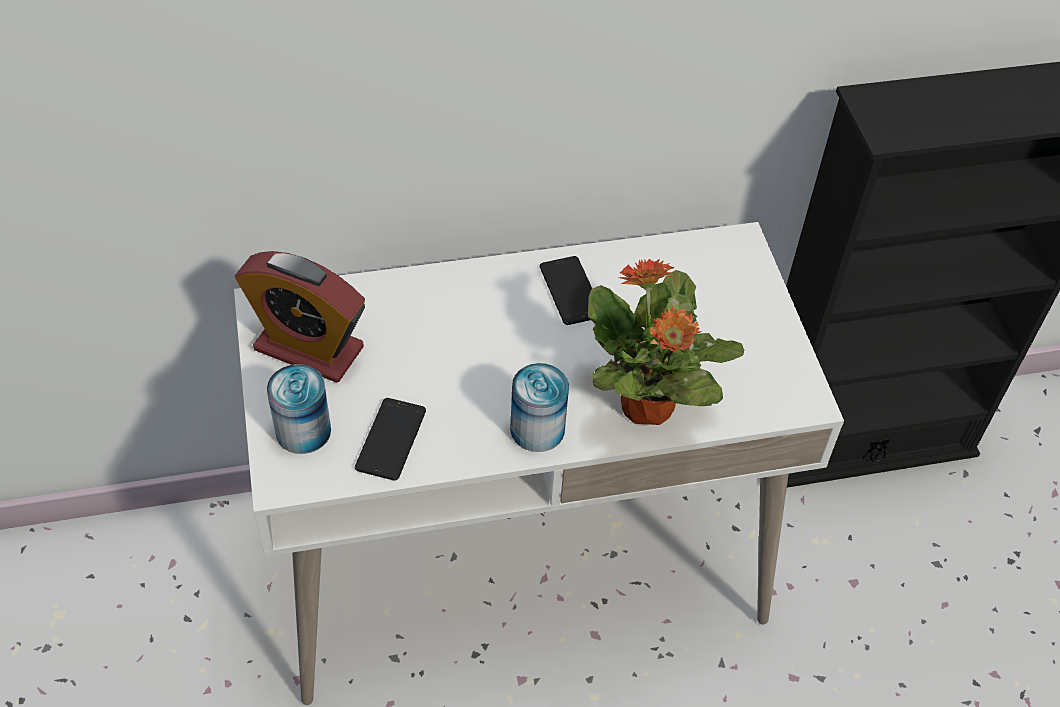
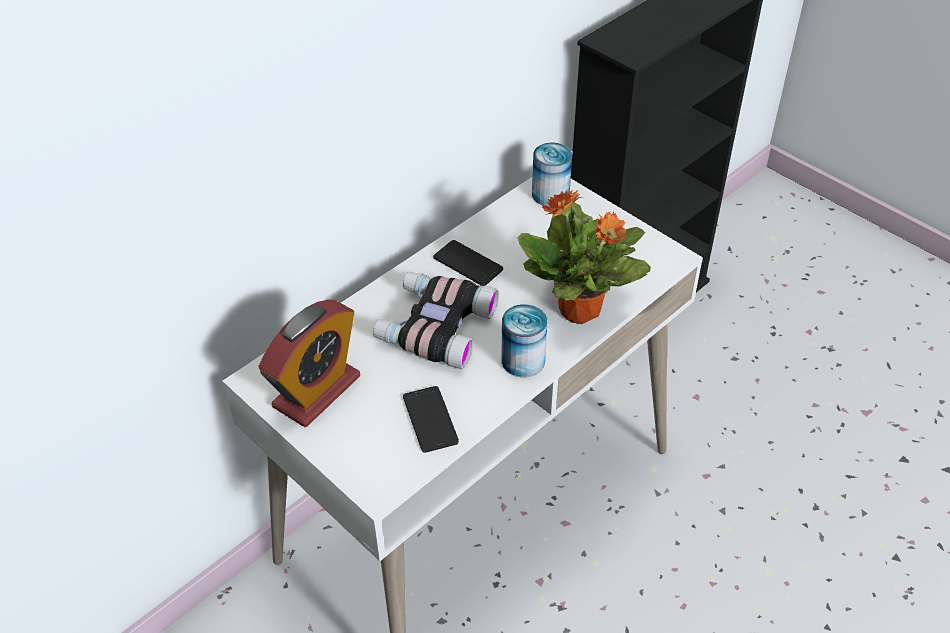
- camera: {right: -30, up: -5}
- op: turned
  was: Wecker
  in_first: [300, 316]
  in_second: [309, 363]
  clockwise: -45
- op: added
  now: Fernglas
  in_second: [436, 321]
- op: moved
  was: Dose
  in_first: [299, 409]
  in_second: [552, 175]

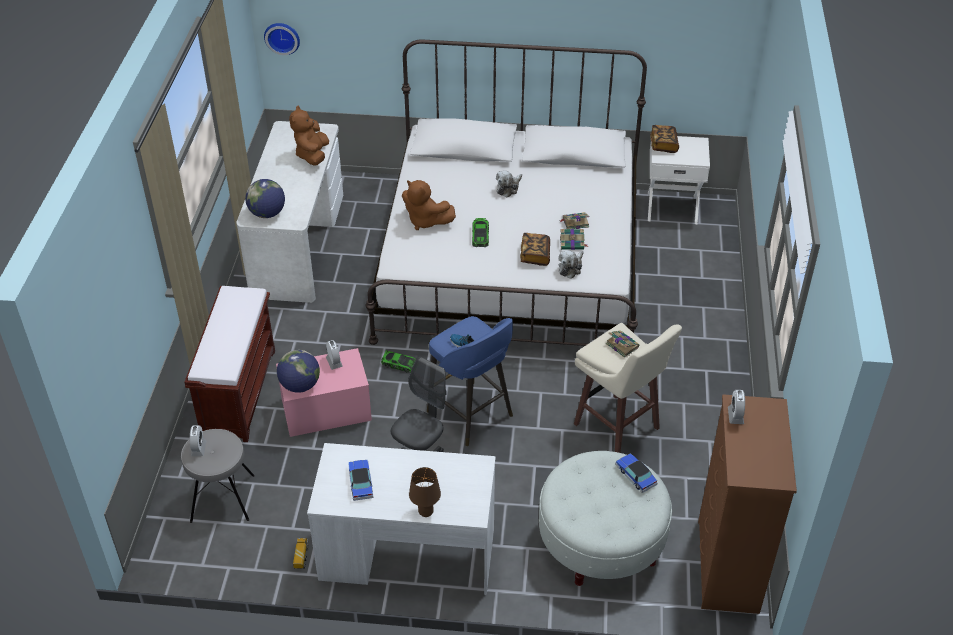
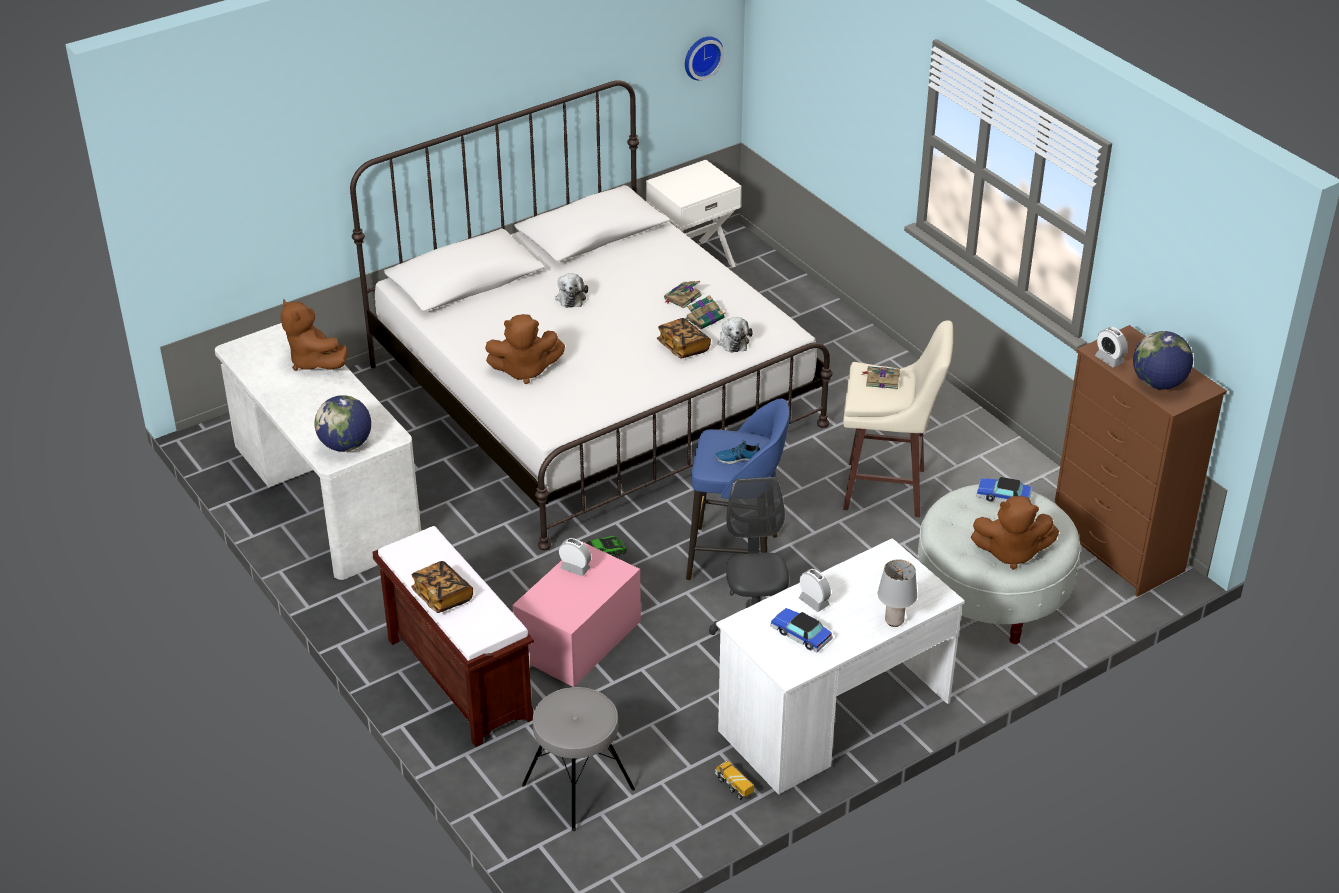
- camera: {right: -40, up: -5}
- op: moved
  was: Buch
  in_first: [664, 139]
  in_second: [442, 587]
- op: moved
  was: Wanduhr
  in_first: [282, 39]
  in_second: [704, 58]
- op: moved
  was: Wecker
  in_first: [198, 440]
  in_second: [815, 590]
- op: recoloured
  was: Tischlampe [braun]
  now: Tischlampe [grau]
  in_first: [425, 492]
  in_second: [897, 593]
- op: added
  now: Plüschtier [braun]
  in_second: [1015, 533]
- op: moved
  was: Globus
  in_first: [298, 371]
  in_second: [1163, 360]
- op: removed
  was: Spielzeugauto
  in_first: [480, 232]

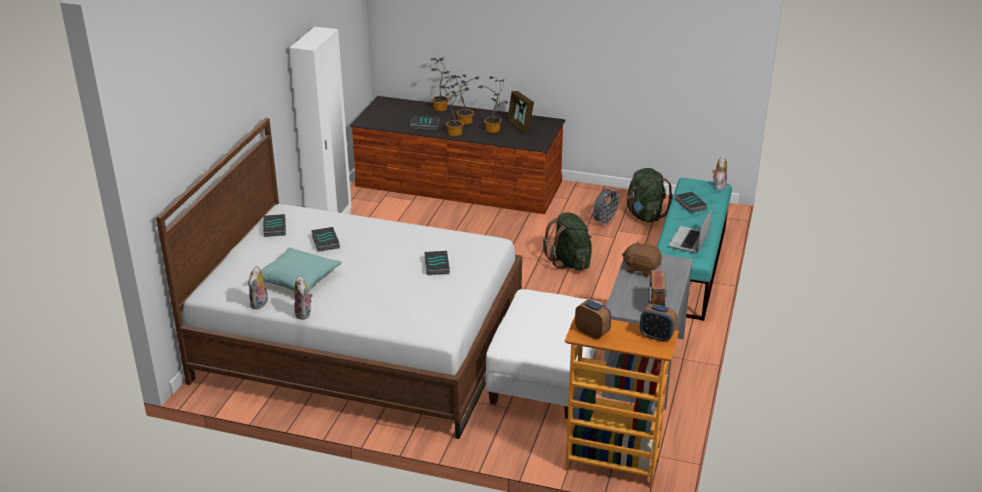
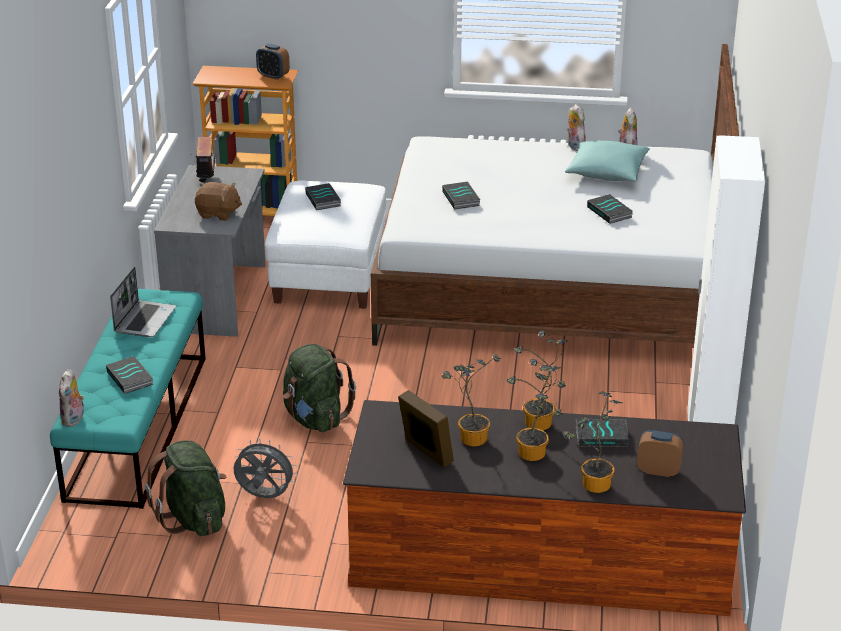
- camera: {right: 170, up: 0}
- op: turned
  was: Ventilator [grau]
  in_first: [607, 207]
  in_second: [265, 468]
  clockwise: 75
- op: moved
  was: Buch
  in_first: [274, 225]
  in_second: [323, 196]
- op: moved
  was: Wecker
  in_first: [658, 323]
  in_second: [660, 453]

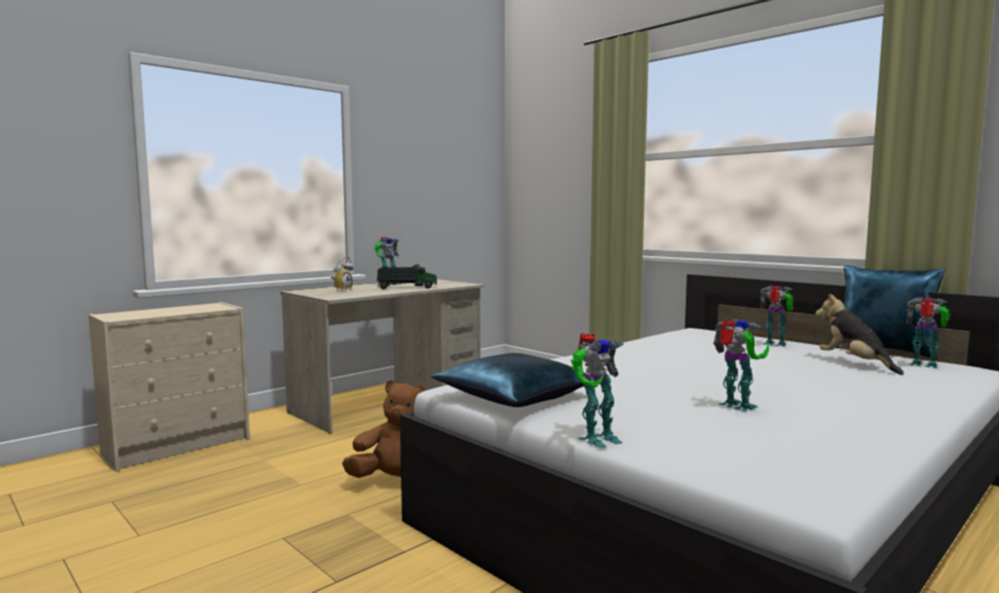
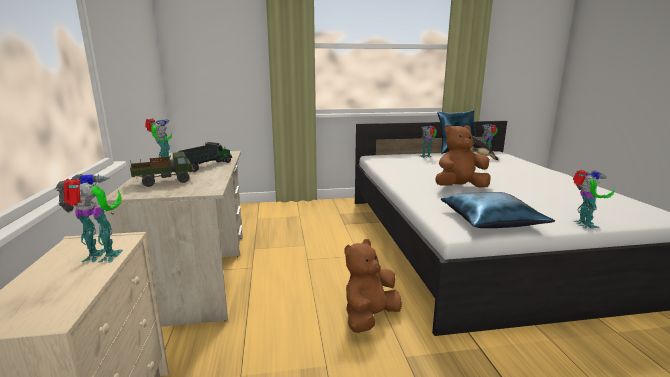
- camera: {right: -55, up: 10}
- op: moved
  was: Spielzeugroboter
  in_first: [741, 365]
  in_second: [89, 218]
- op: replaced
  was: Wecker
  now: Spielzeuglaster
  in_first: [342, 273]
  in_second: [162, 169]
- op: added
  now: Plüschtier [braun]
  in_second: [463, 156]

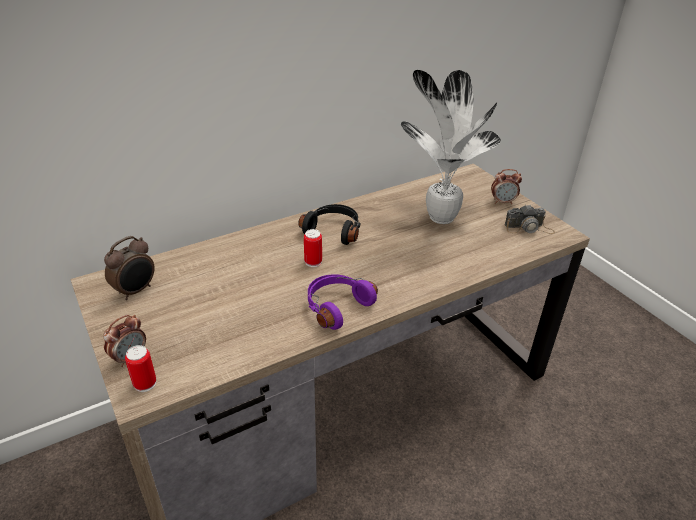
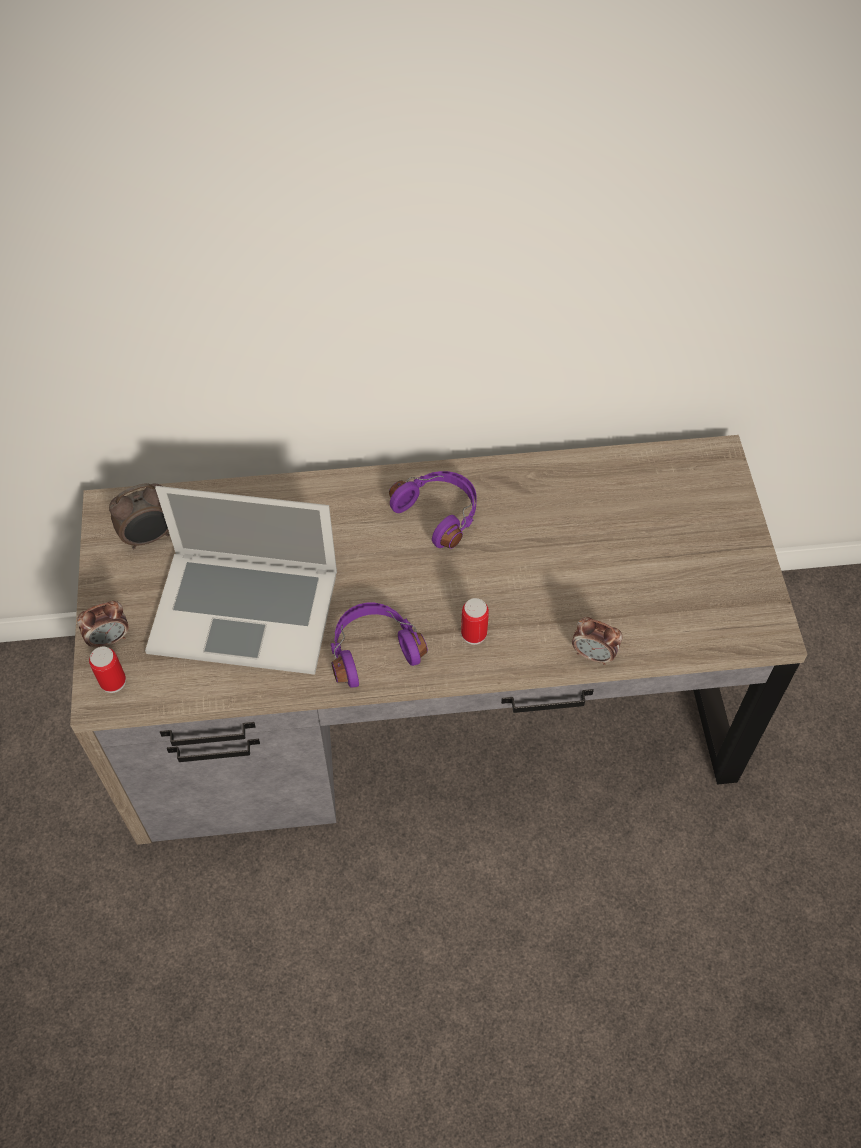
- camera: {right: 25, up: 20}
- op: added
  now: Laptop
  in_second: [241, 580]
- op: recoloured
  was: Kopfhörer [schwarz]
  now: Kopfhörer [lila]
  in_first: [329, 224]
  in_second: [433, 510]
- op: moved
  was: Dose
  in_first: [313, 248]
  in_second: [475, 621]
- op: moved
  was: Wecker
  in_first: [506, 186]
  in_second: [597, 641]
- op: removed
  was: Topfpflanze
  in_first: [451, 147]
- op: removed
  was: Kamera
  in_first: [530, 219]

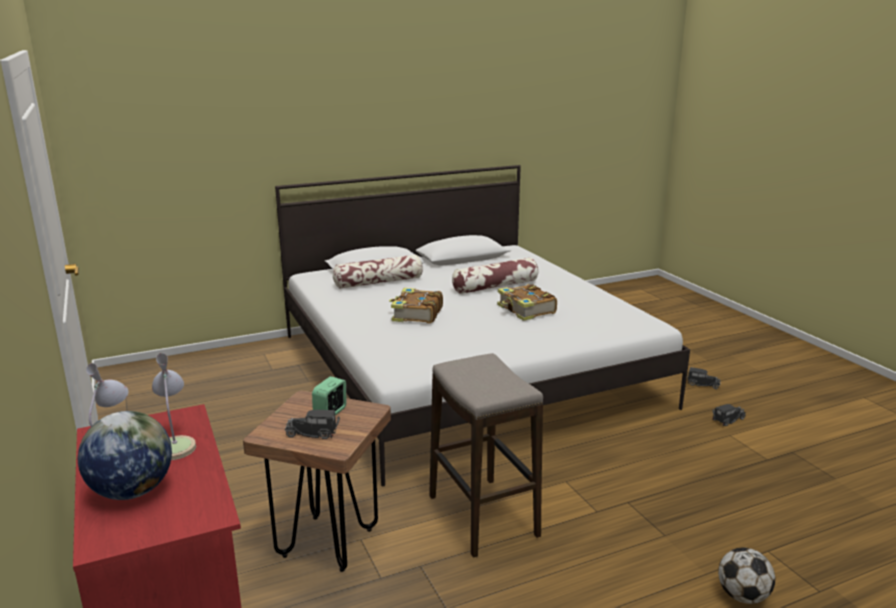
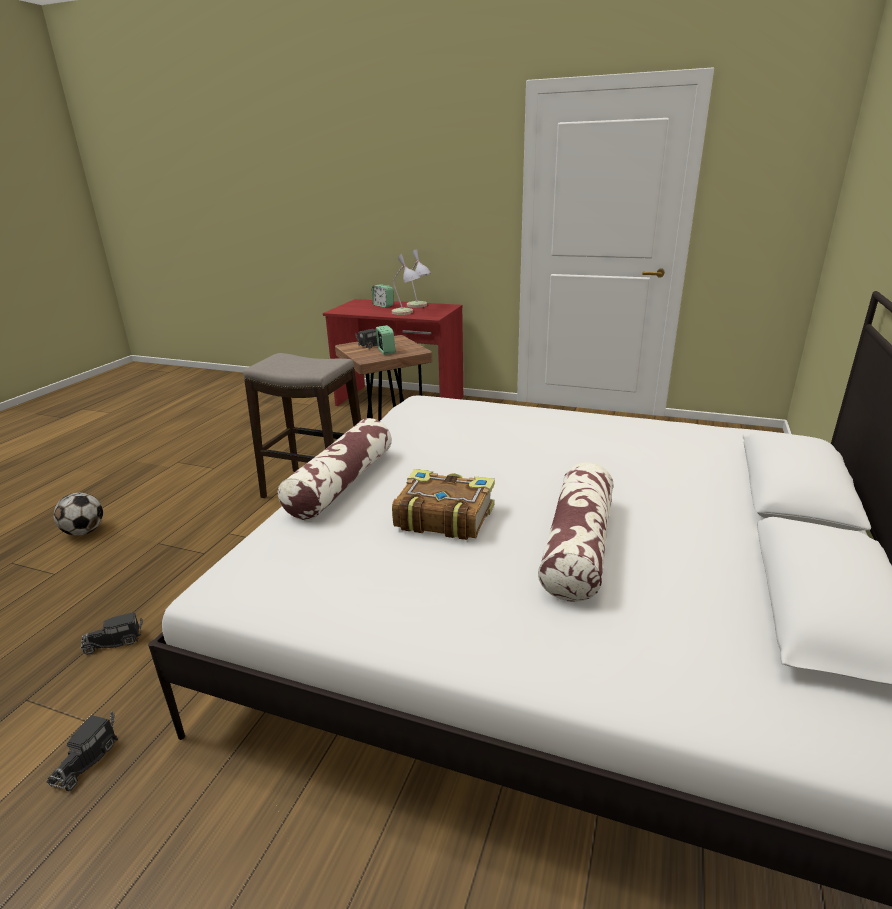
- camera: {right: 135, up: 5}
- op: moved
  was: Spielzeuglaster
  in_first: [704, 378]
  in_second: [112, 633]
- op: moved
  was: Kissen
  in_first: [378, 272]
  in_second: [335, 469]
- op: replaced
  was: Globus
  now: Wecker
  in_first: [125, 455]
  in_second: [383, 296]
- op: removed
  was: Buch
  in_first: [416, 305]

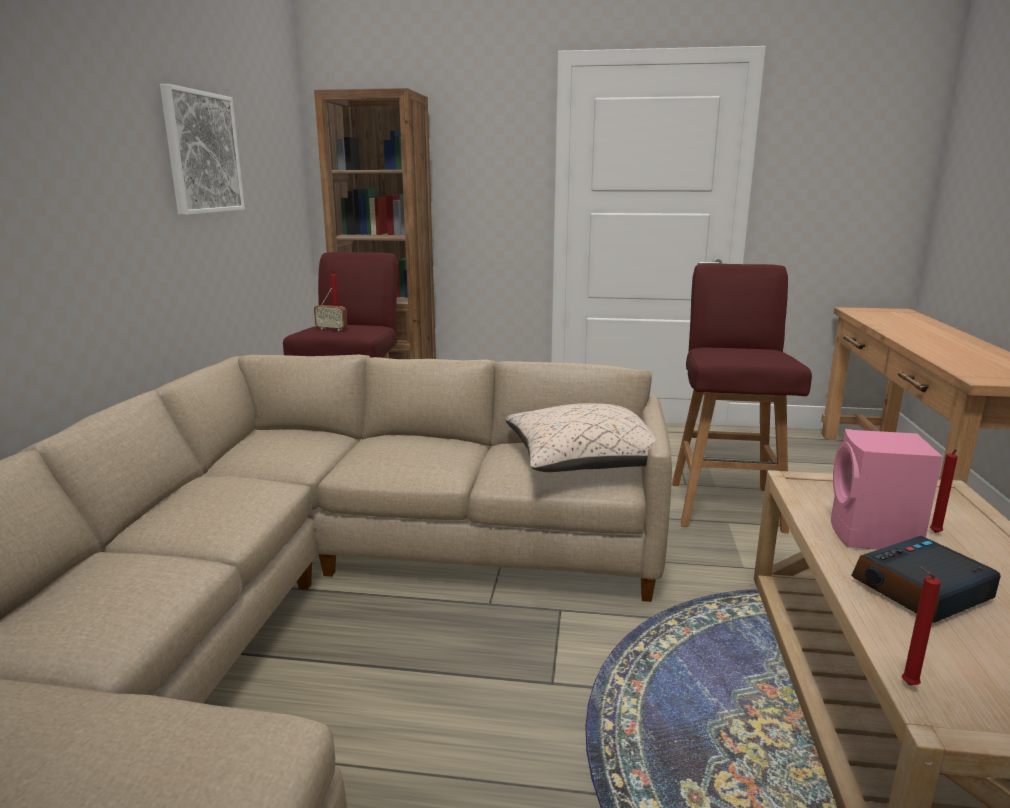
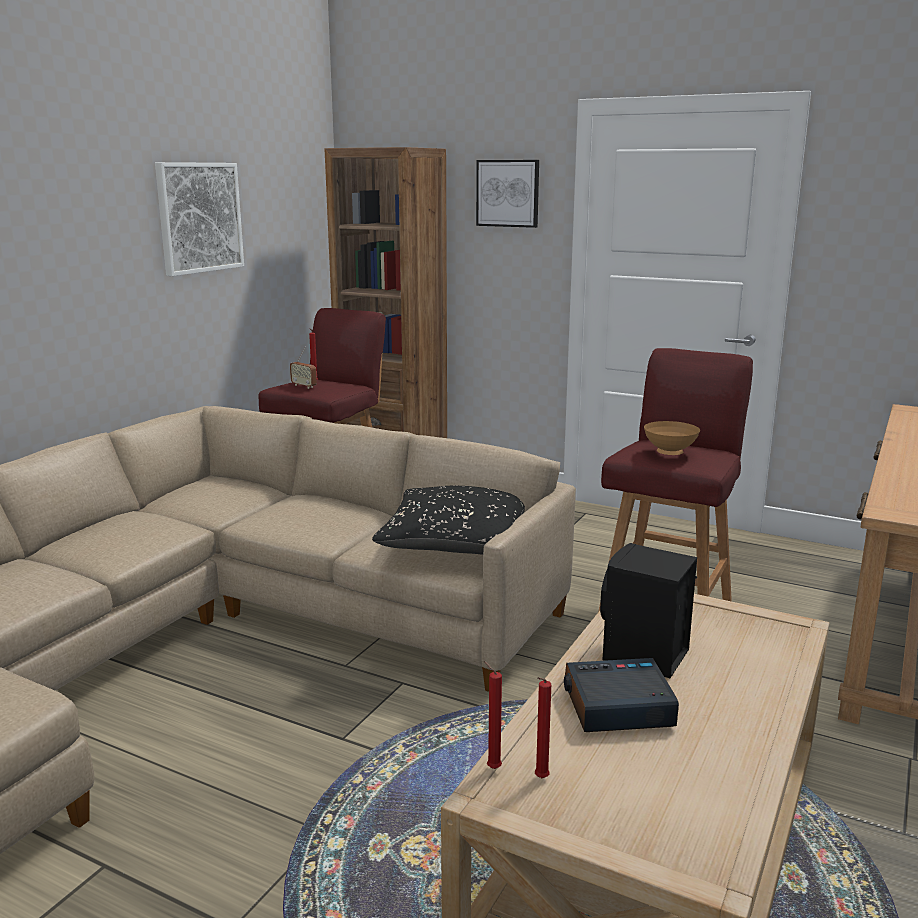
- camera: {right: 20, up: 0}
- op: recoloured
  was: Kissen [beige]
  now: Kissen [schwarz]
  in_first: [581, 437]
  in_second: [448, 520]
- op: added
  now: Bild
  in_second: [507, 194]
- op: moved
  was: Kerze [rot]
  in_first: [944, 491]
  in_second: [543, 727]
- op: recoloured
  was: Lautsprecher [rosa]
  now: Lautsprecher [schwarz]
  in_first: [887, 489]
  in_second: [648, 610]
- op: added
  now: Schüssel [braun]
  in_second: [672, 438]

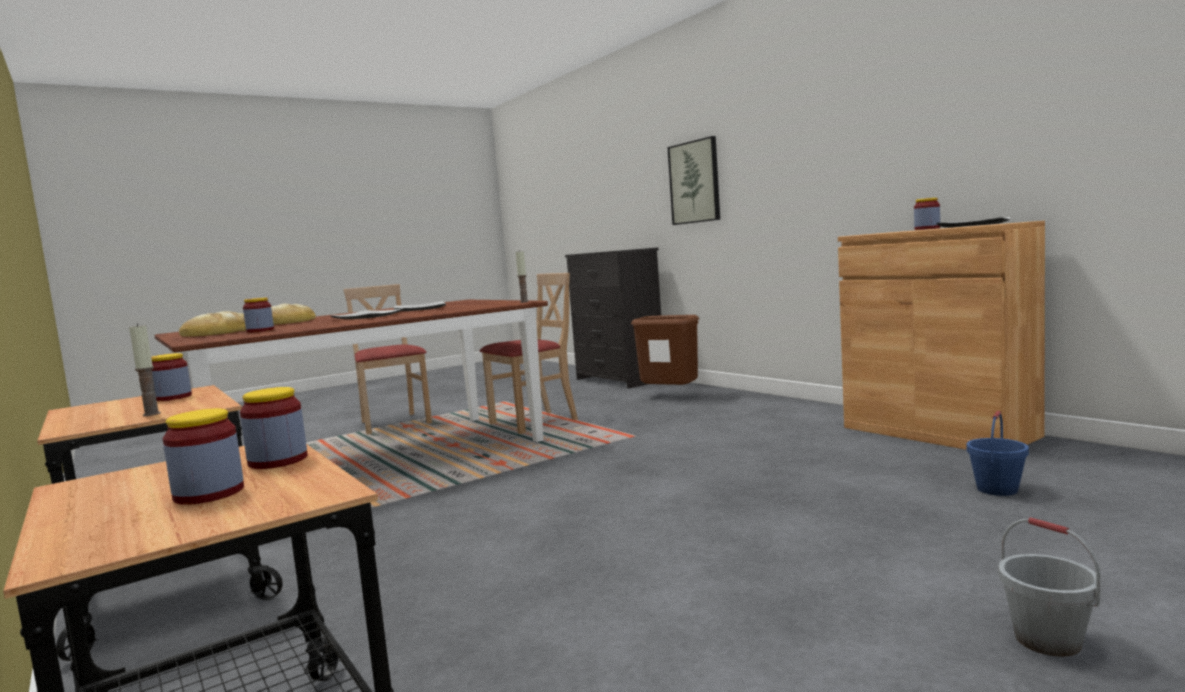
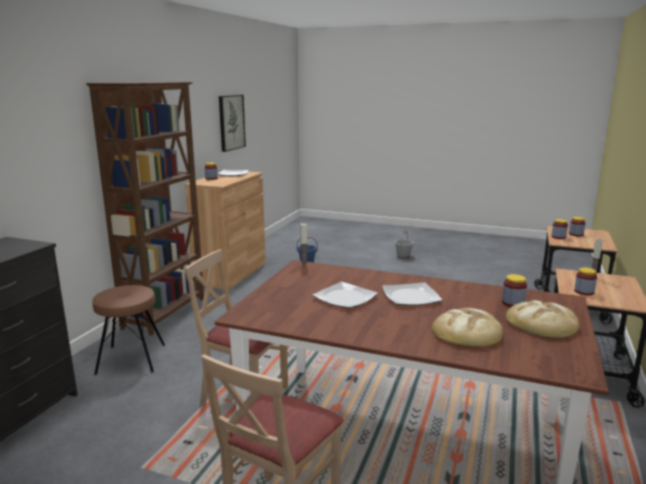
- camera: {right: -125, up: 10}
- op: added
  now: Bücherregal [braun]
  in_second: [145, 208]
- op: replaced
  was: Mülleimer [braun]
  now: Hocker [braun]
  in_first: [665, 350]
  in_second: [128, 330]
- op: moved
  was: Bild
  in_first: [693, 180]
  in_second: [232, 123]

